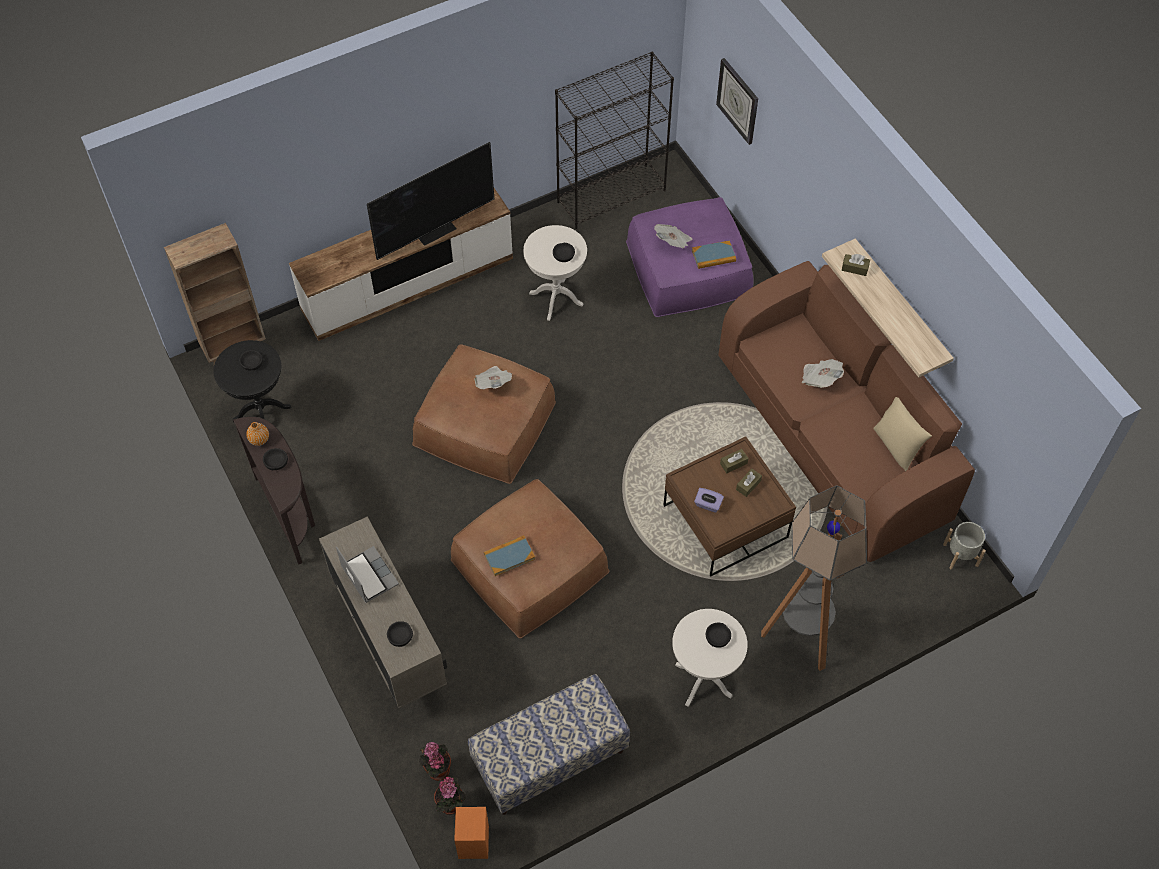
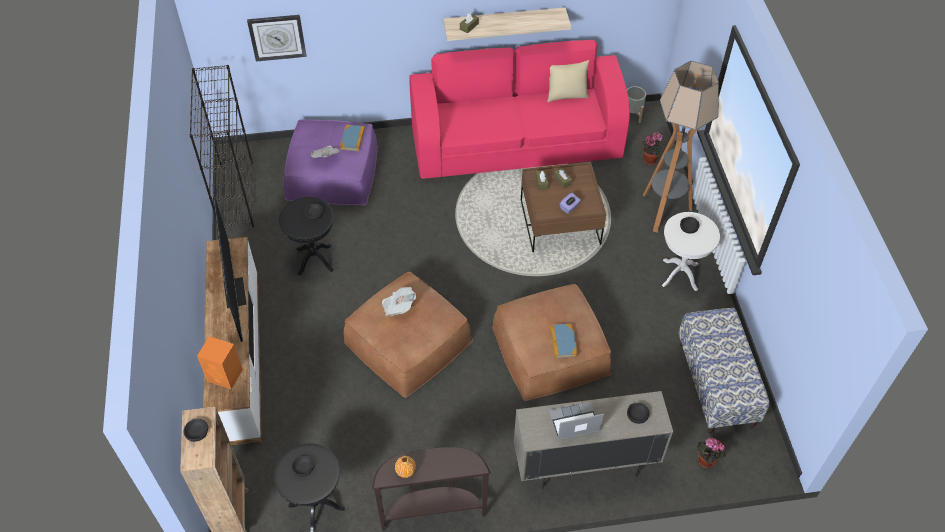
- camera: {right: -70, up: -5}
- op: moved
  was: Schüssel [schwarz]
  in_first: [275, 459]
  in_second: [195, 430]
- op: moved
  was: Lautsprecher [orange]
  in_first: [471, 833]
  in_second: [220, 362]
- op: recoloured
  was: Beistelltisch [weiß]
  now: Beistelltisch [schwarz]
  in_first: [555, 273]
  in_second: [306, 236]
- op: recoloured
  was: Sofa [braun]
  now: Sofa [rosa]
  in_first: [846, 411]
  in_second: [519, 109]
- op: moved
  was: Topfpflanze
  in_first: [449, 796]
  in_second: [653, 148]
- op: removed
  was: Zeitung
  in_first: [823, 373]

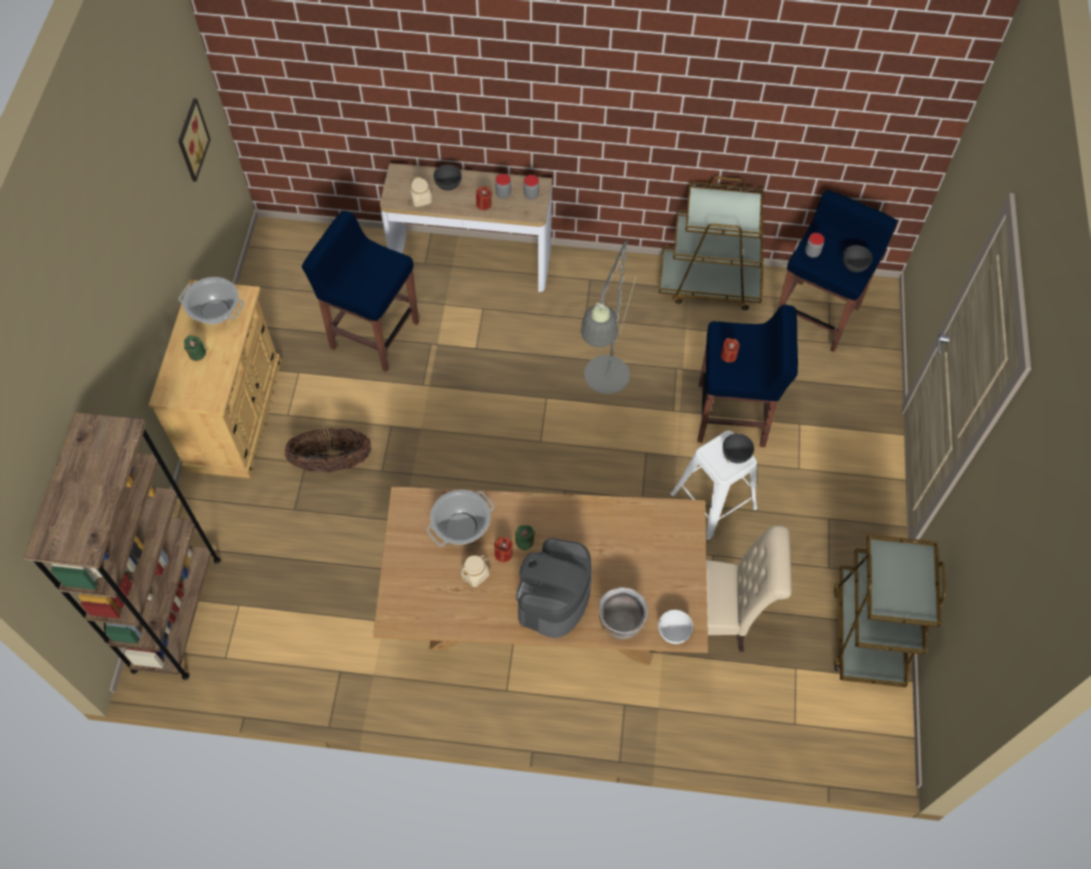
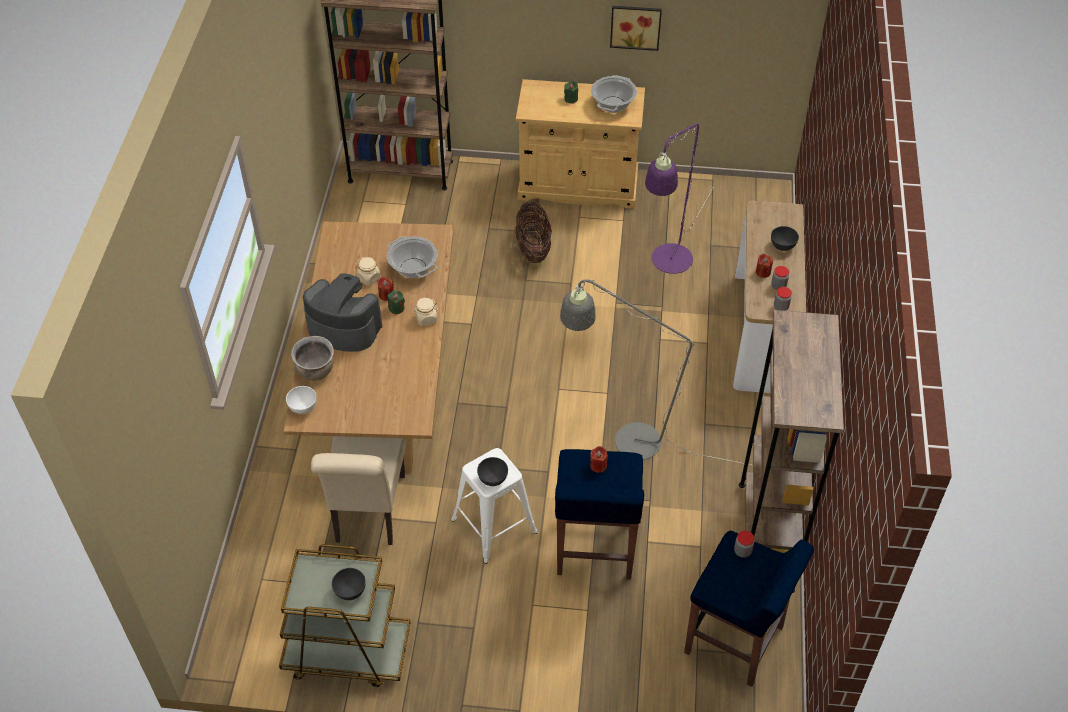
- camera: {right: 90, up: -10}
- op: moved
  was: Schüssel [grau]
  in_first: [858, 258]
  in_second: [349, 584]
- op: moved
  was: Vorratsglas [beige]
  in_first: [421, 192]
  in_second: [425, 312]
- op: moved
  was: Bild
  in_first: [194, 140]
  in_second: [636, 28]
- op: replaced
  was: Hocker [blau]
  now: Stehlampe [lila]
  in_first: [360, 291]
  in_second: [679, 198]
- op: replaced
  was: Rollwagen [braun]
  now: Bücherregal [braun]
  in_first: [711, 243]
  in_second: [791, 451]

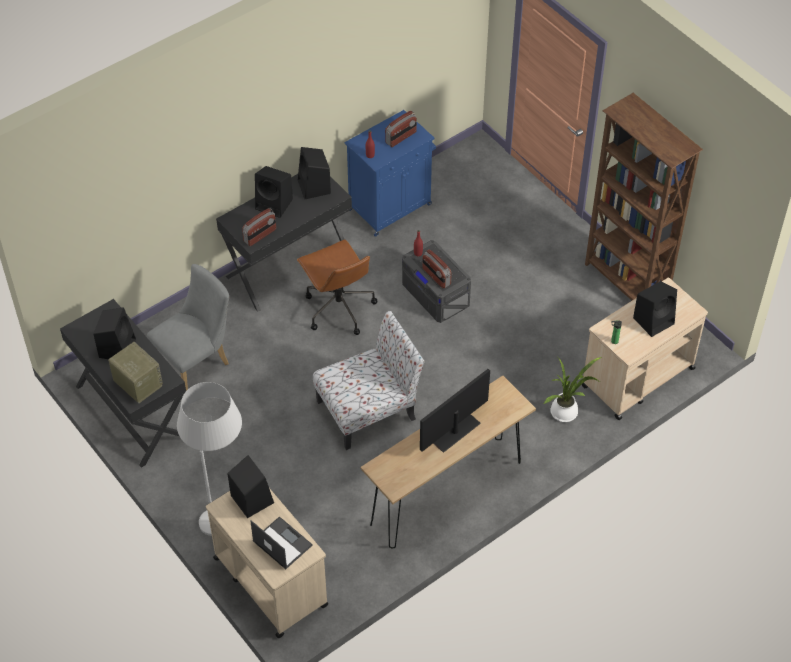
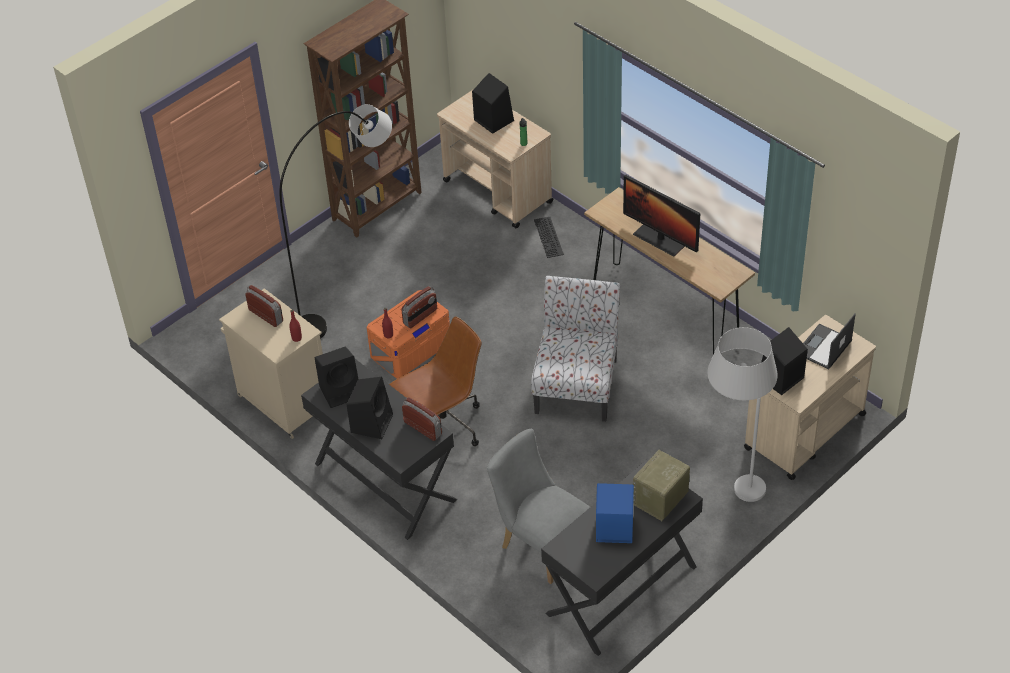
- camera: {right: -95, up: -5}
- op: recoloured
  was: Schrank [blau]
  now: Schrank [beige]
  in_first: [390, 173]
  in_second: [271, 363]
- op: added
  now: Stehlampe [grau]
  in_second: [335, 221]
- op: recoloured
  was: Aufbewahrungsbox [grau]
  now: Aufbewahrungsbox [orange]
  in_first: [436, 281]
  in_second: [408, 334]
- op: turned
  was: Stuhl
  in_first: [368, 380]
  in_second: [575, 349]
  clockwise: 45
- op: replaced
  was: Topfpflanze
  now: Tastatur
  in_first: [572, 389]
  in_second: [549, 237]
- op: recoloured
  was: Lautsprecher [schwarz]
  now: Lautsprecher [blau]
  in_first: [114, 333]
  in_second: [615, 513]

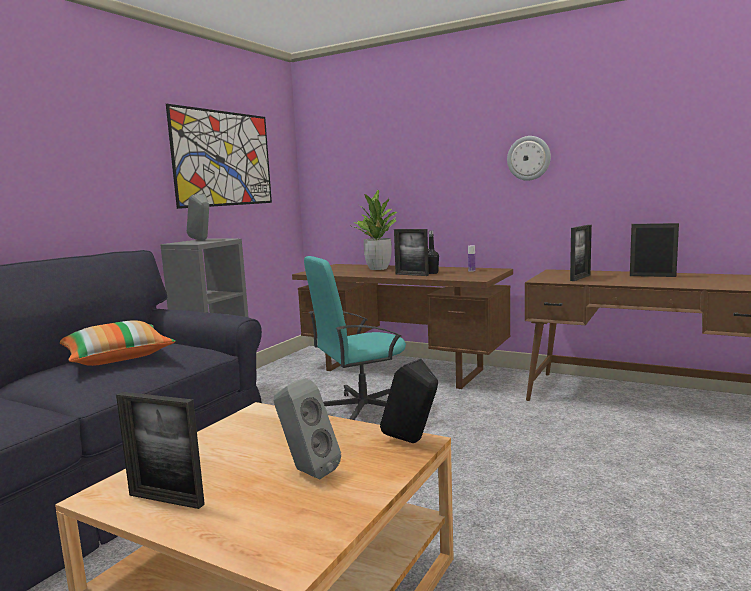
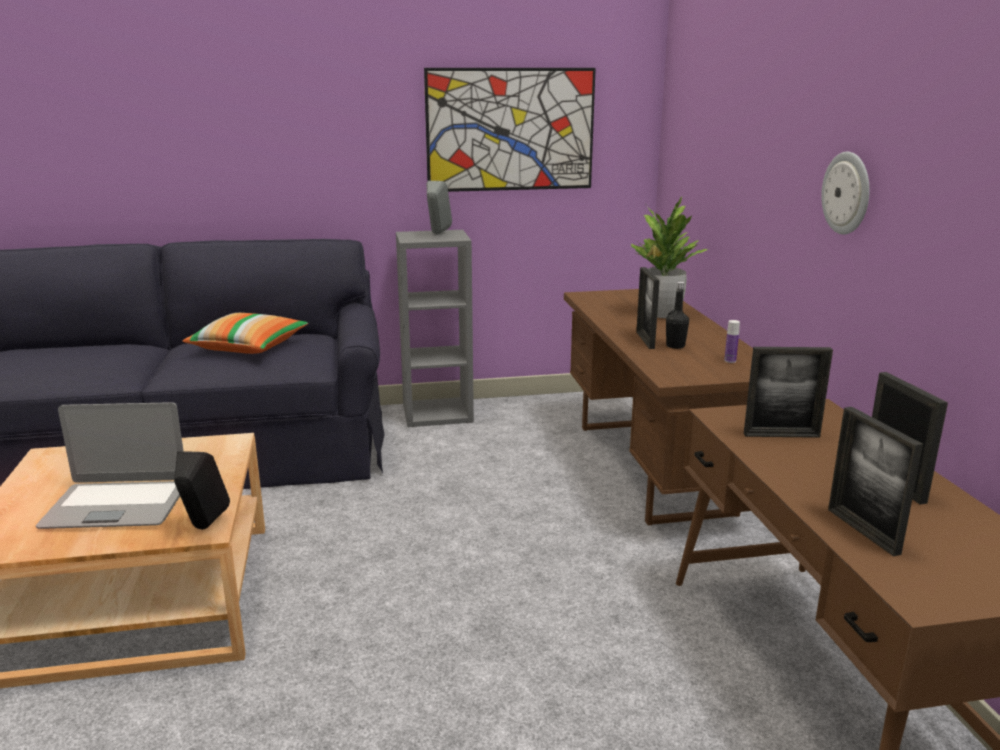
- camera: {right: 50, up: 10}
- op: replaced
  was: Lautsprecher [grau]
  now: Laptop
  in_first: [307, 428]
  in_second: [109, 465]
- op: moved
  was: Bilderrahmen
  in_first: [160, 450]
  in_second: [875, 482]
- op: removed
  was: Bürostuhl [türkis]
  in_first: [355, 338]

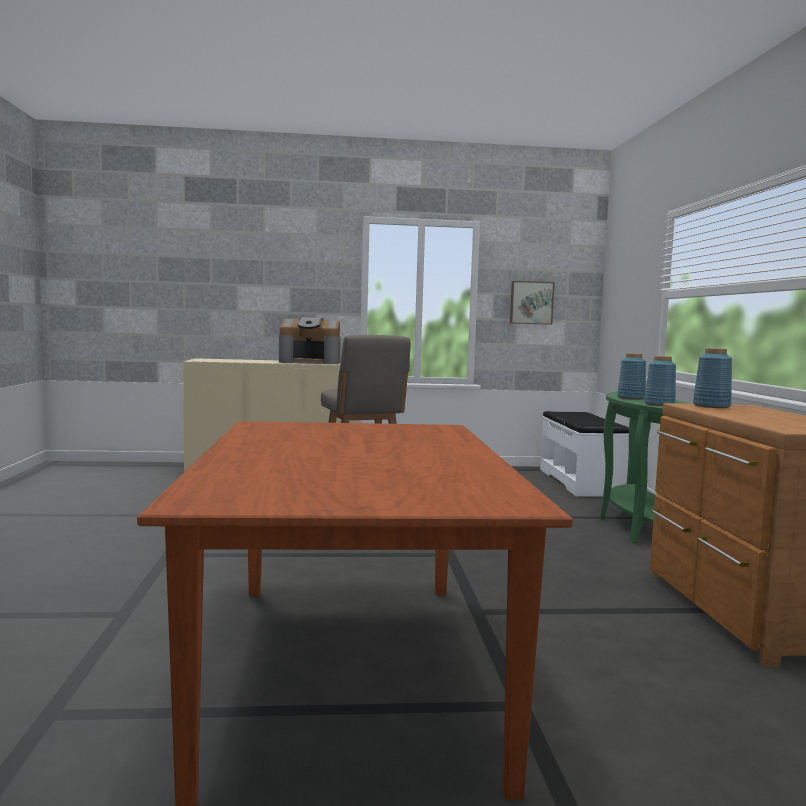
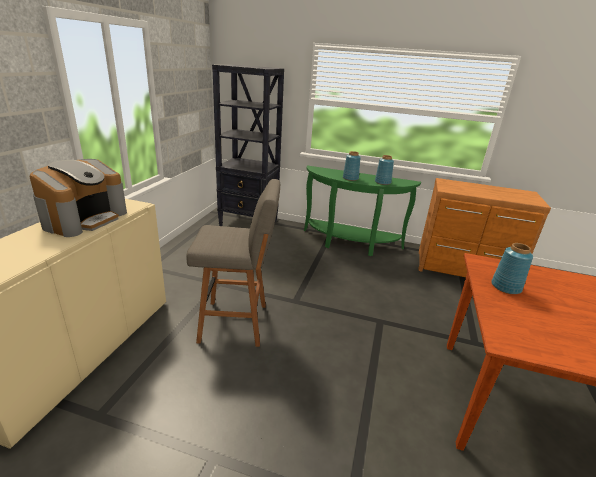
- camera: {right: -70, up: 20}
- op: replaced
  was: Bank [weiß]
  now: Bücherregal [schwarz]
  in_first: [584, 454]
  in_second: [248, 145]
- op: moved
  was: Vase [blau]
  in_first: [712, 378]
  in_second: [512, 268]
- op: removed
  was: Bild
  in_first: [532, 303]

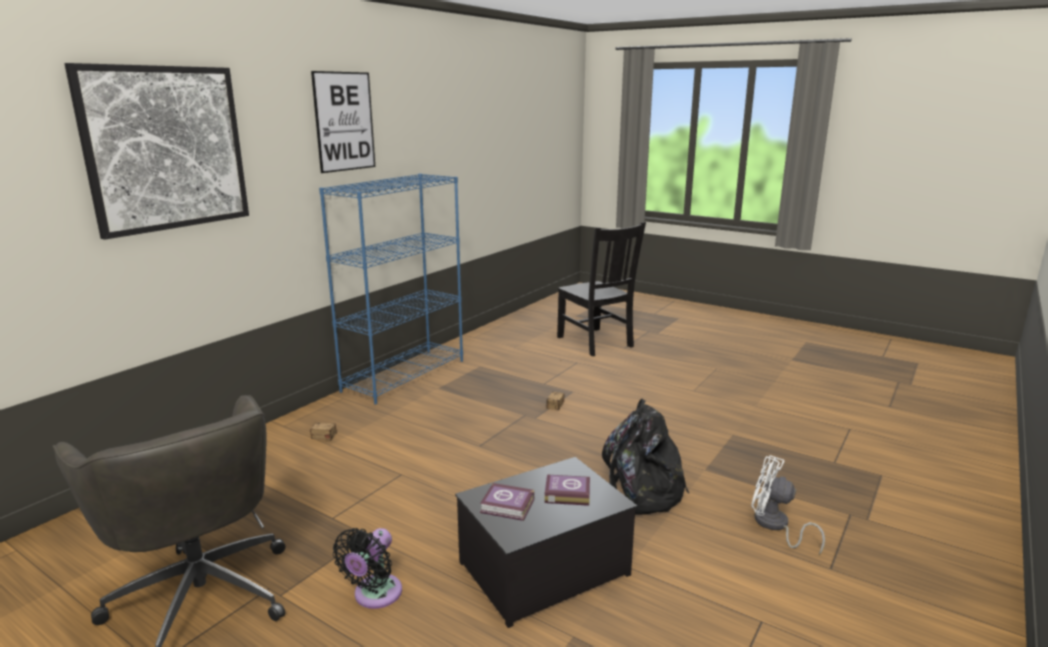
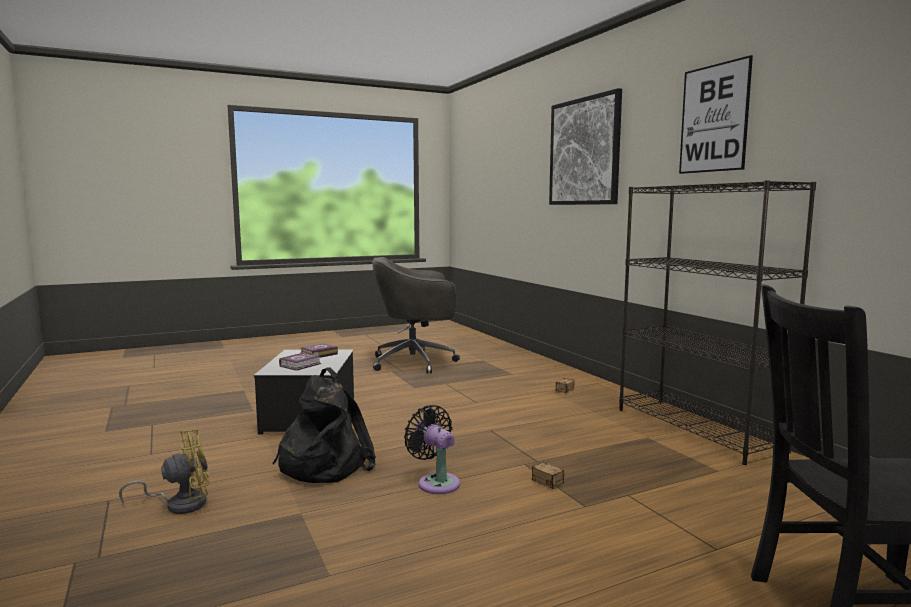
- camera: {right: 120, up: -10}
- op: recoloured
  was: Ventilator [weiß]
  now: Ventilator [gelb]
  in_first: [788, 505]
  in_second: [164, 471]
- op: moved
  was: Ventilator [schwarz]
  in_first: [367, 568]
  in_second: [432, 449]
- op: recoloured
  was: Bücherregal [blau]
  now: Bücherregal [schwarz]
  in_first: [391, 289]
  in_second: [717, 322]

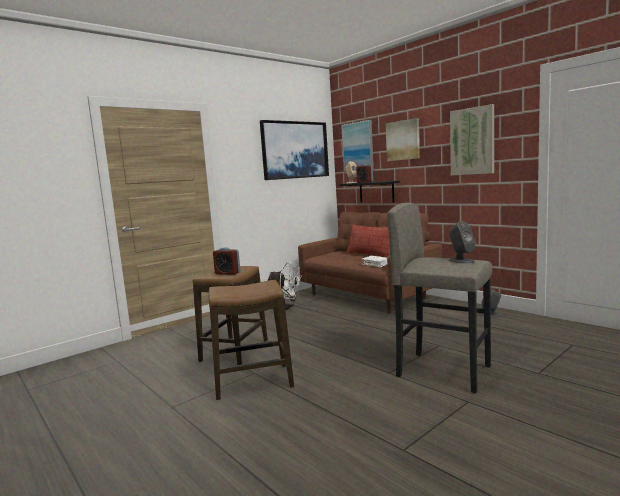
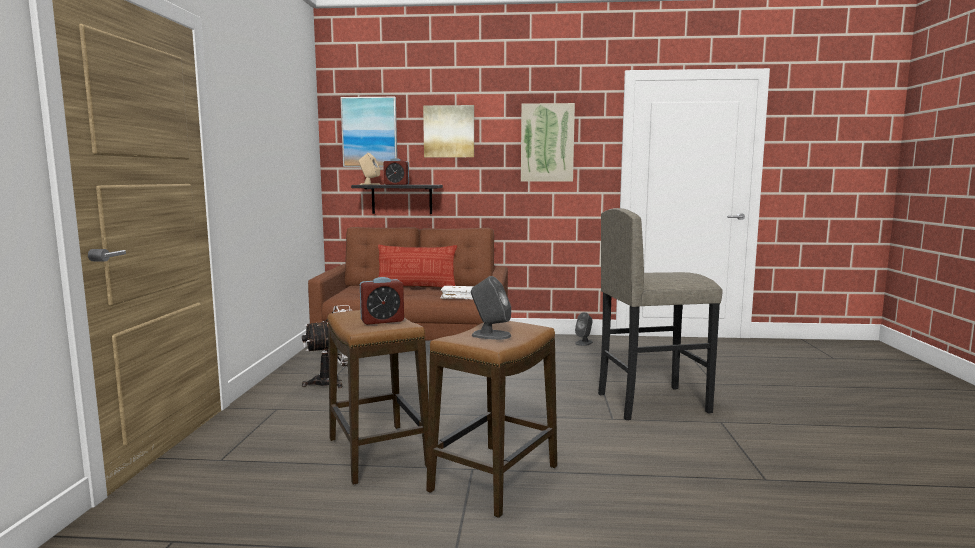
- camera: {right: -45, up: 0}
- op: moved
  was: Lautsprecher [grau]
  in_first: [462, 242]
  in_second: [491, 308]
- op: removed
  was: Bild
  in_first: [294, 150]

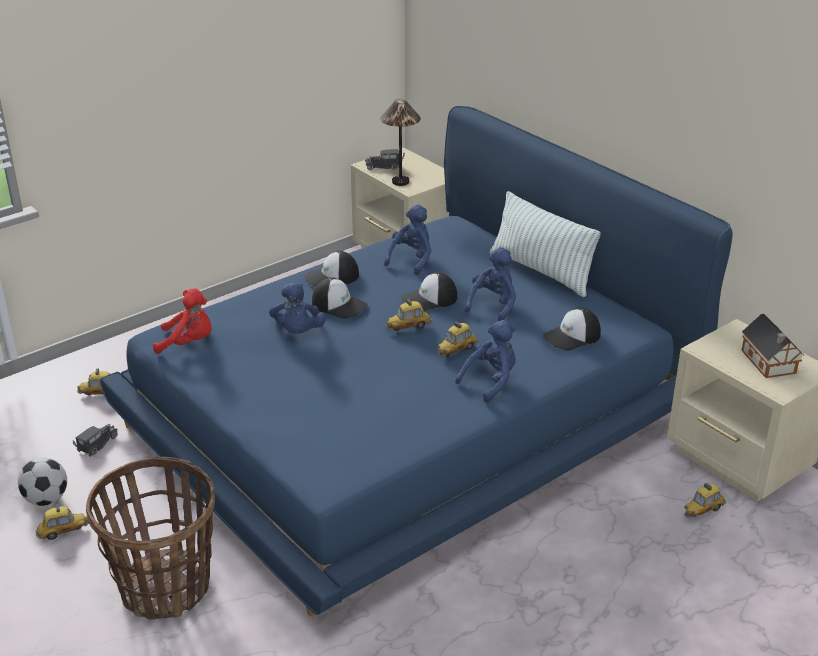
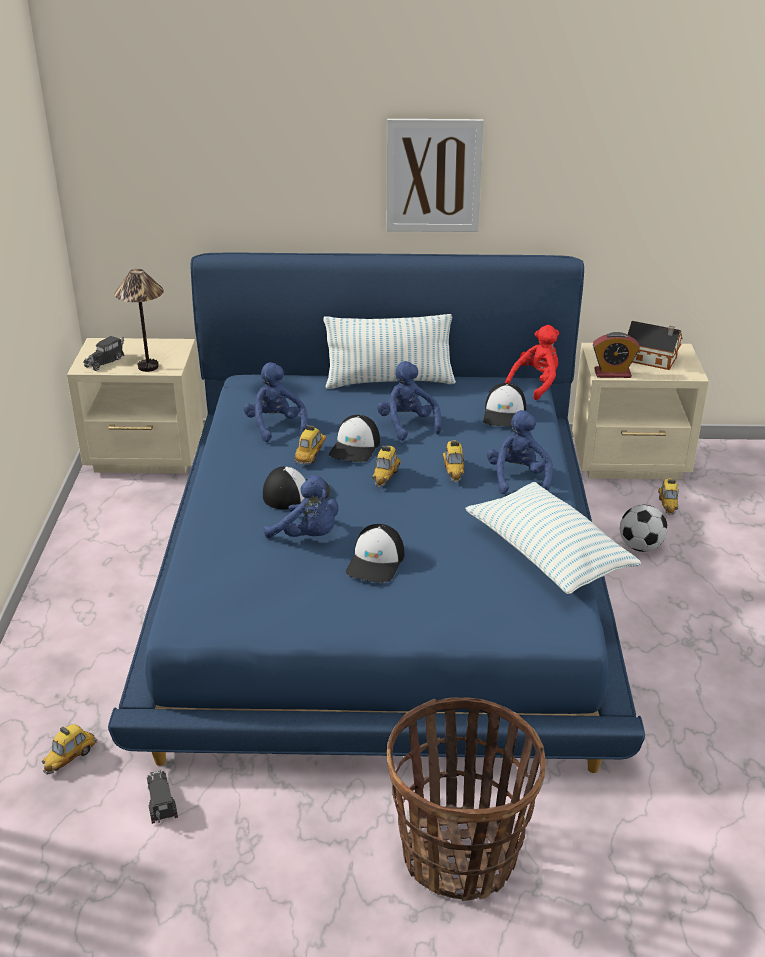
- camera: {right: -50, up: 0}
- op: moved
  was: Spielzeugauto
  in_first: [62, 522]
  in_second: [310, 443]
- op: moved
  was: Kappe
  in_first: [331, 269]
  in_second: [374, 553]
- op: added
  now: Bild
  in_second: [435, 175]
- op: added
  now: Kissen
  in_second: [553, 538]
- op: moved
  was: Plüschtier [rot]
  in_first: [182, 321]
  in_second: [532, 362]
- op: added
  now: Wecker
  in_second: [616, 355]
- op: moved
  was: Fußball
  in_first: [42, 481]
  in_second: [644, 528]

